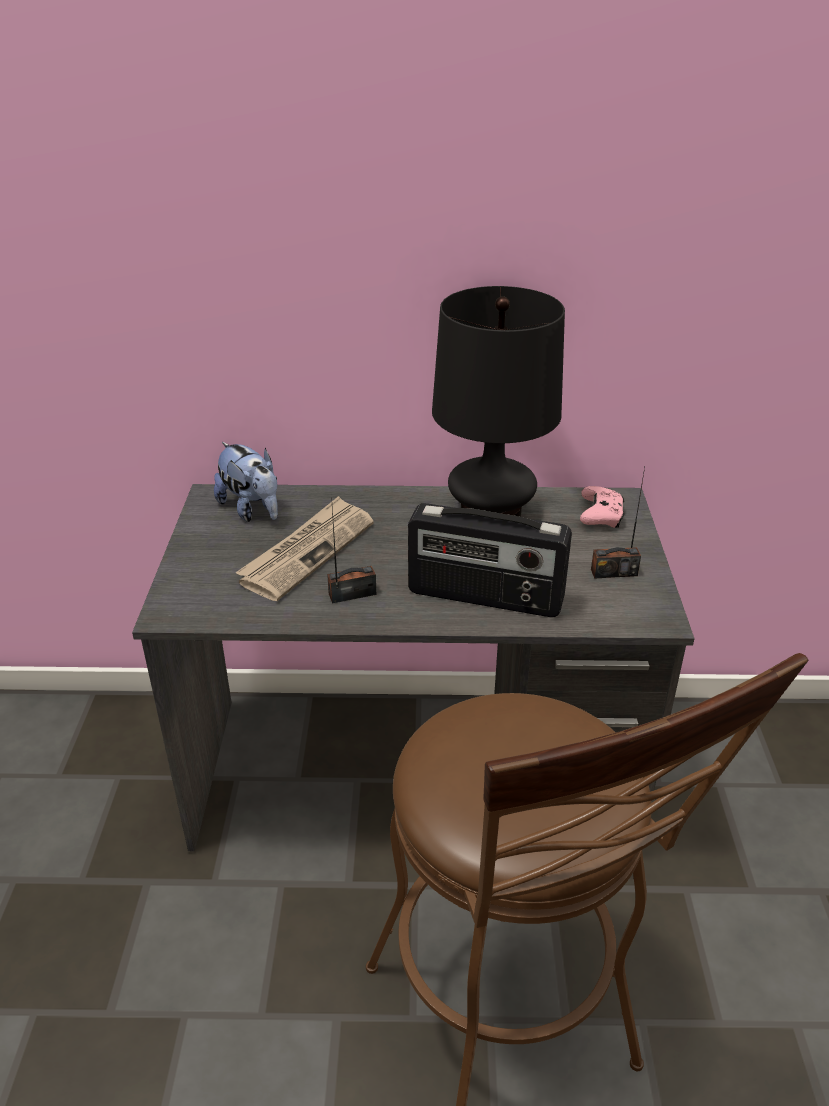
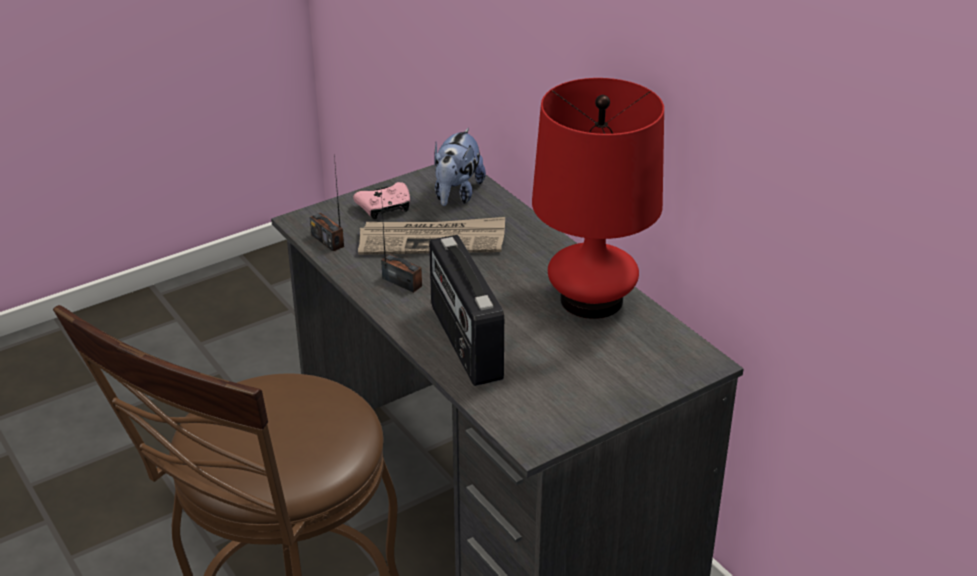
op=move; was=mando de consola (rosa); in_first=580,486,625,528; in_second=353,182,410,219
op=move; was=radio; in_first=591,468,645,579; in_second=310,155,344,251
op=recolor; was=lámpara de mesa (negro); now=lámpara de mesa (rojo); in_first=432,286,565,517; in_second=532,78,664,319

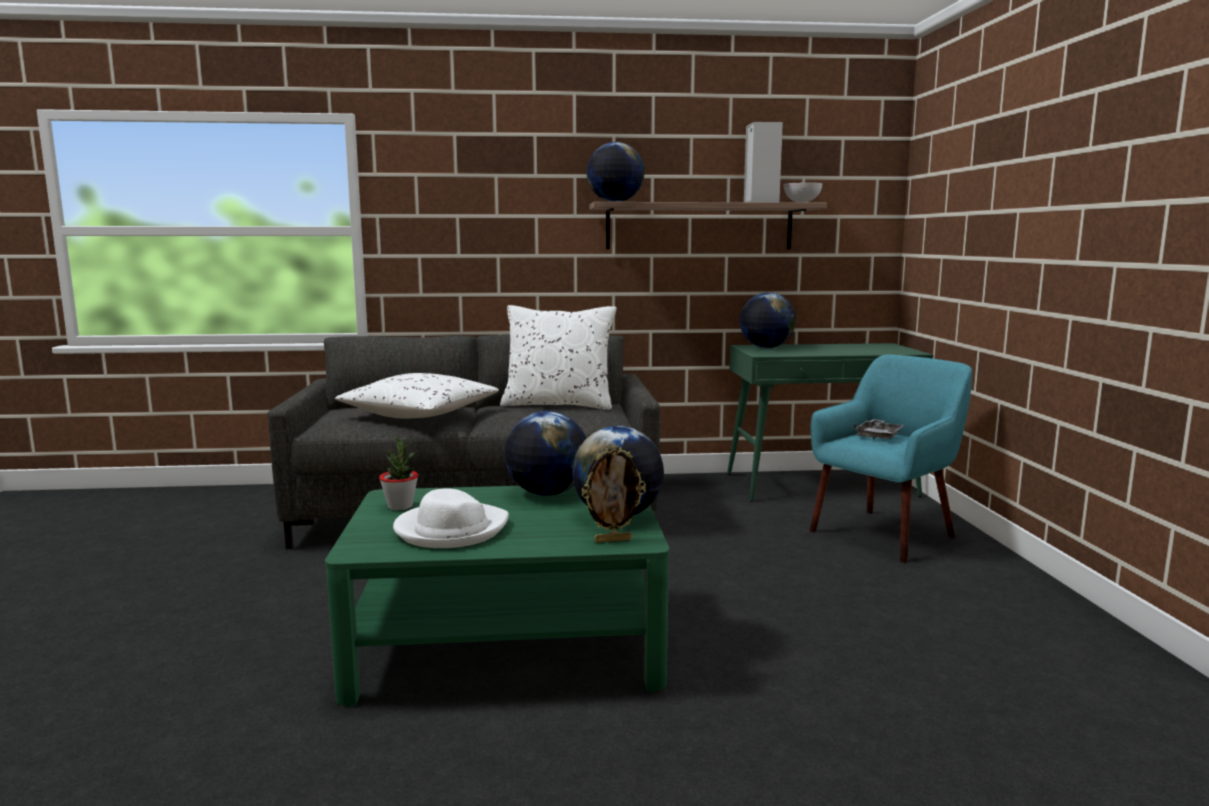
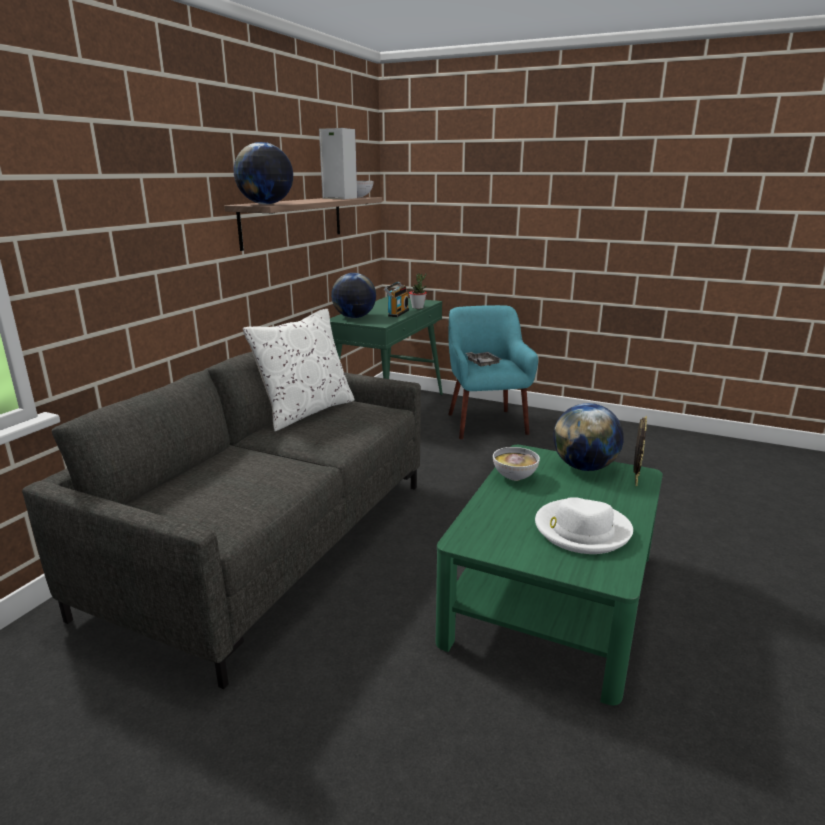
op=delete; was=cojín (blanco); in_first=335,373,499,419
op=insert; now=radio; in_second=384,282,409,317
op=move; was=planta en maceta; in_first=379,436,418,511; in_second=409,273,427,309
op=replace; was=globo terráqueo; now=cuenco; in_first=504,411,586,496; in_second=493,447,540,481

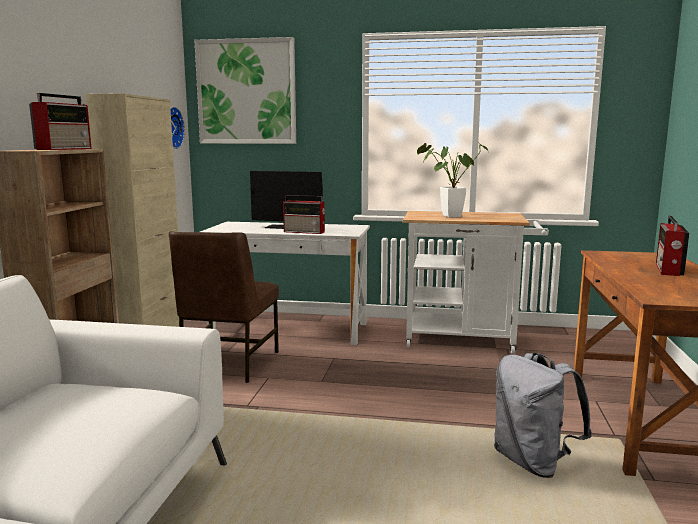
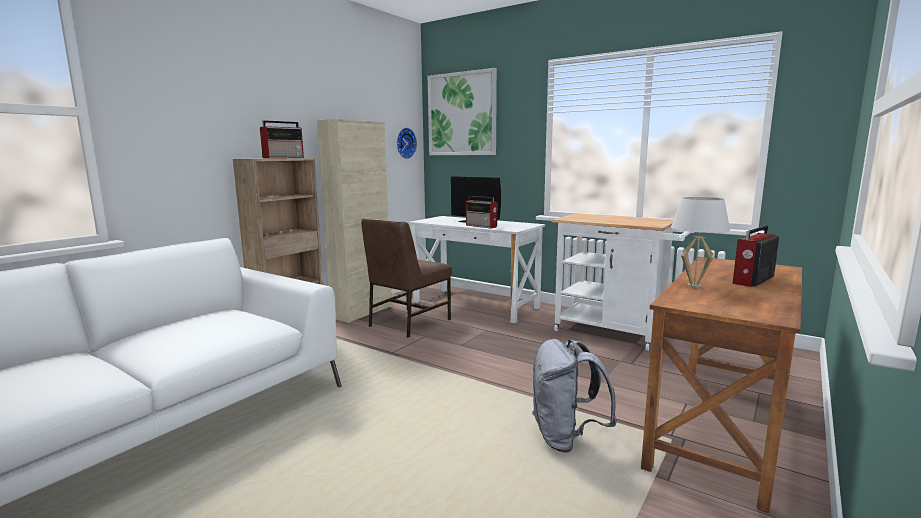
op=delete; was=planta en maceta; in_first=417,143,489,218
op=insert; now=lámpara de mesa (blanco); in_second=671,197,730,288

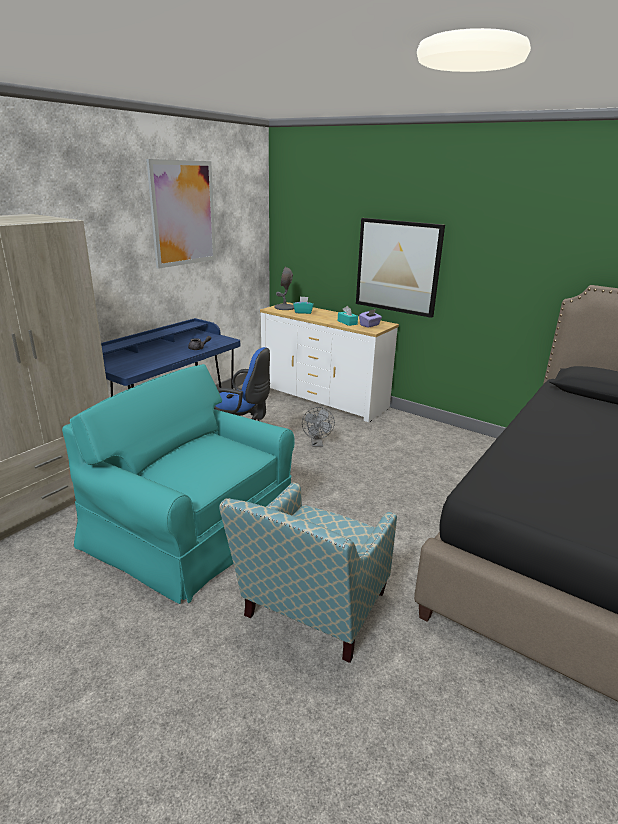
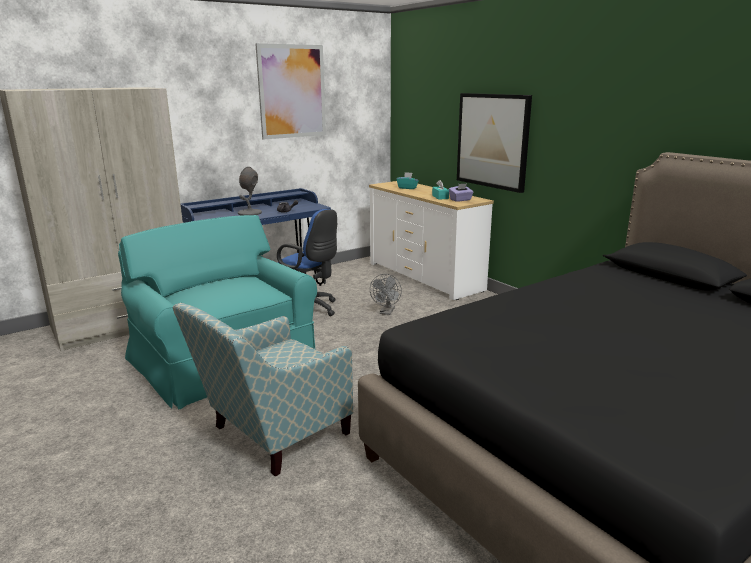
op=move; was=lámpara de mesa (gris); in_first=274,266,294,310; in_second=238,167,262,216

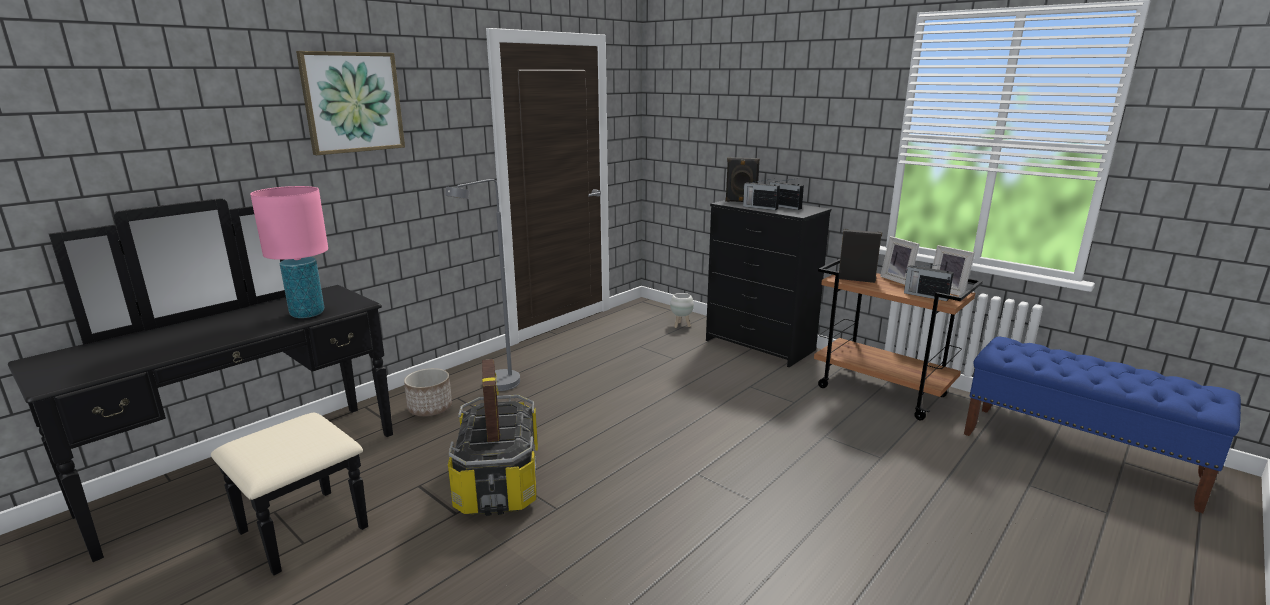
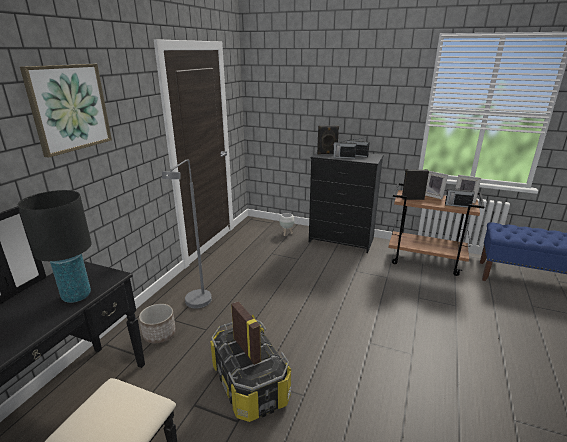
op=recolor; was=lámpara de mesa (rosa); now=lámpara de mesa (negro); in_first=250,186,328,318; in_second=18,190,92,303

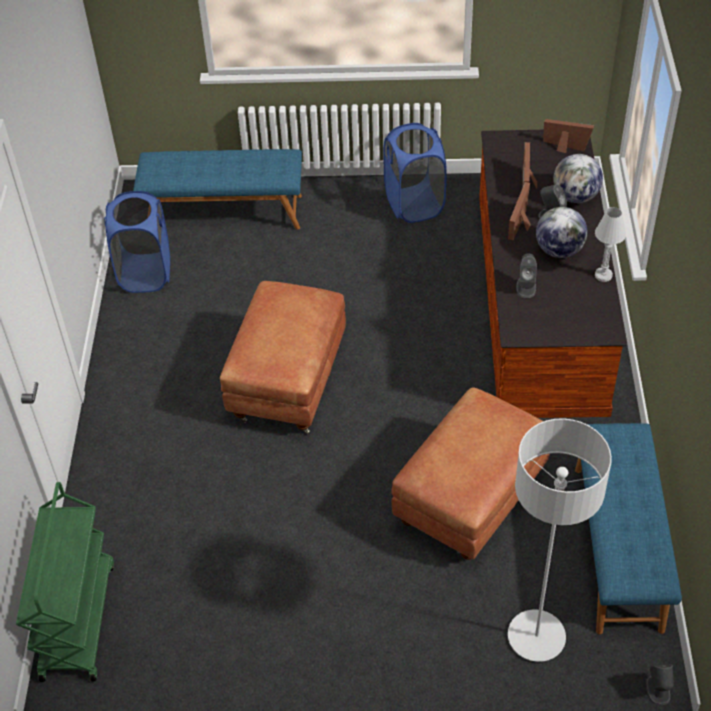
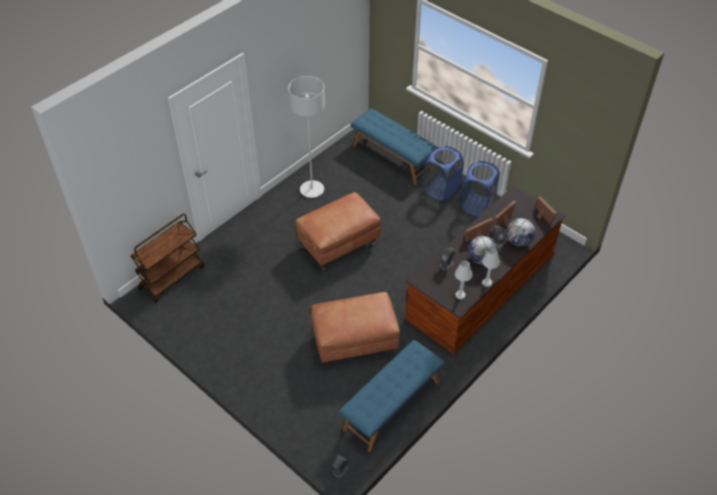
op=insert; now=lámpara de mesa (blanco); in_second=455,261,472,300
op=move; was=cesto de la ropa (azul); in_first=104,191,170,293; in_second=423,146,464,201
op=move; was=lámpara de pie (gris); in_first=508,418,612,662; in_second=288,76,325,198
op=recolor; was=carrito (verde); now=carrito (marrón); in_first=16,482,114,682; in_second=131,213,204,303

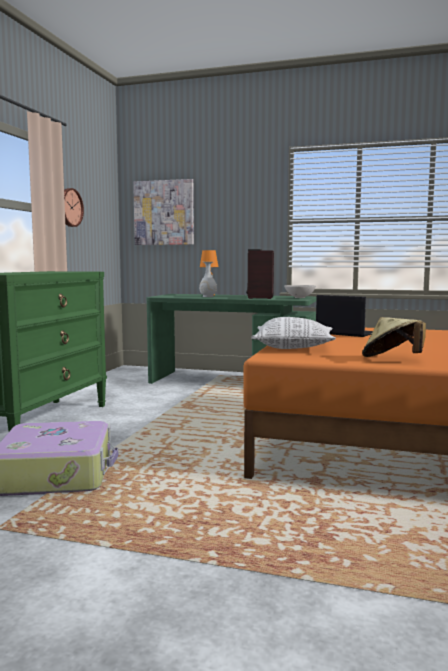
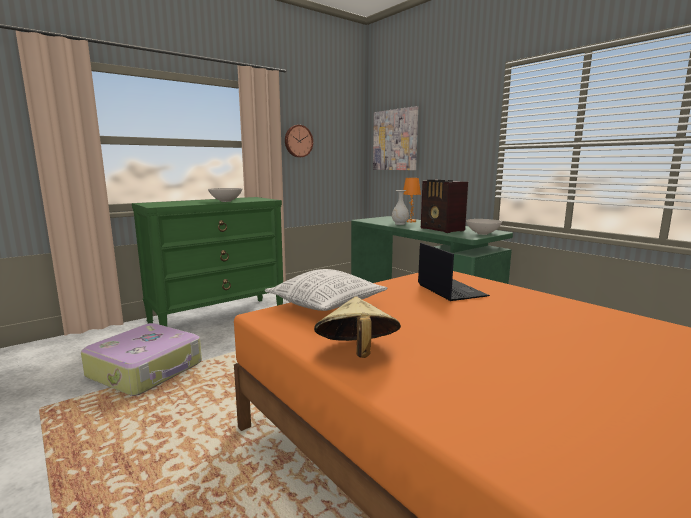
op=insert; now=cuenco (blanco); in_second=208,188,242,202
op=rotate; was=radio; in_first=246,249,274,299; in_second=421,180,468,233; clockwise=-75

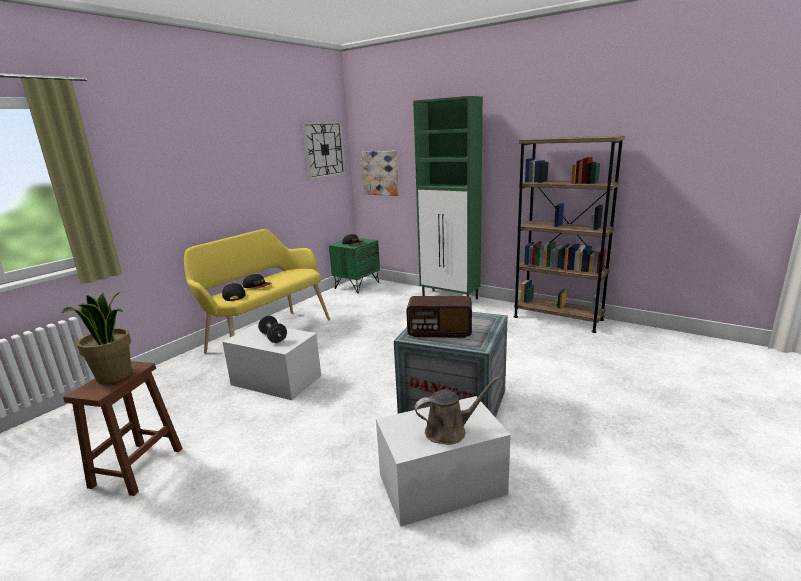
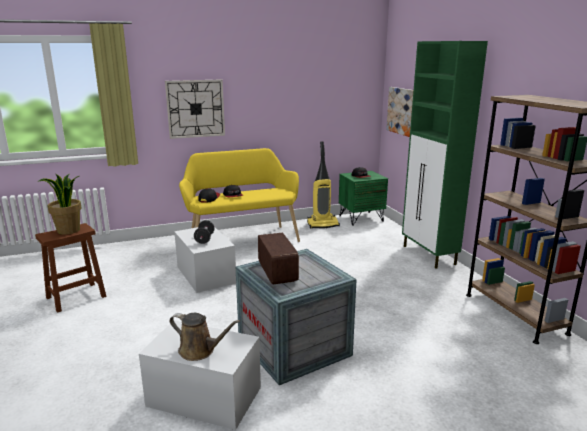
op=insert; now=aspiradora; in_second=307,141,340,228
op=move; was=reloj de pared; in_first=302,122,345,180; in_second=165,80,225,139
op=rotate; was=radio; in_first=406,296,472,338; in_second=258,233,299,284; clockwise=-150

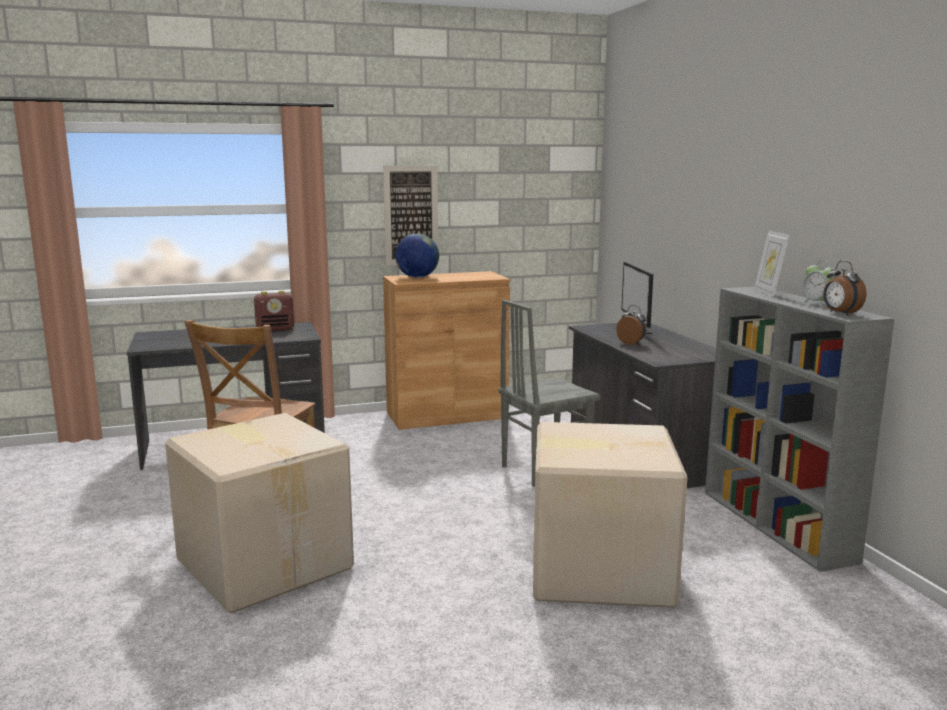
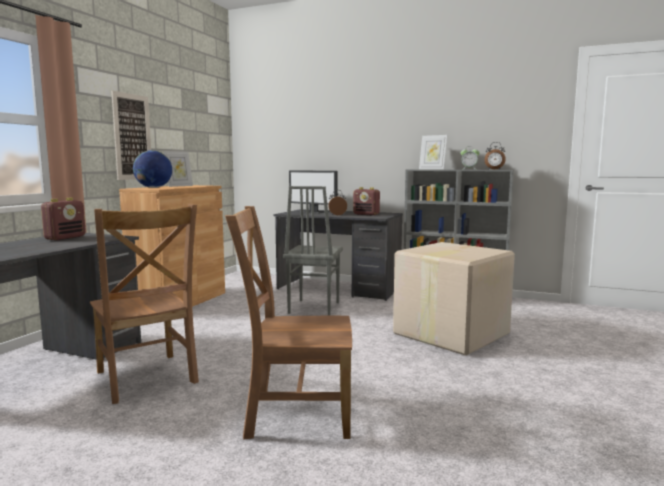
op=insert; now=portarretratos; in_second=164,151,193,187
op=insert; now=radio; in_second=353,187,380,215
op=replace; was=caja de cartón; now=silla (marrón); in_first=165,413,354,613; in_second=225,206,352,439

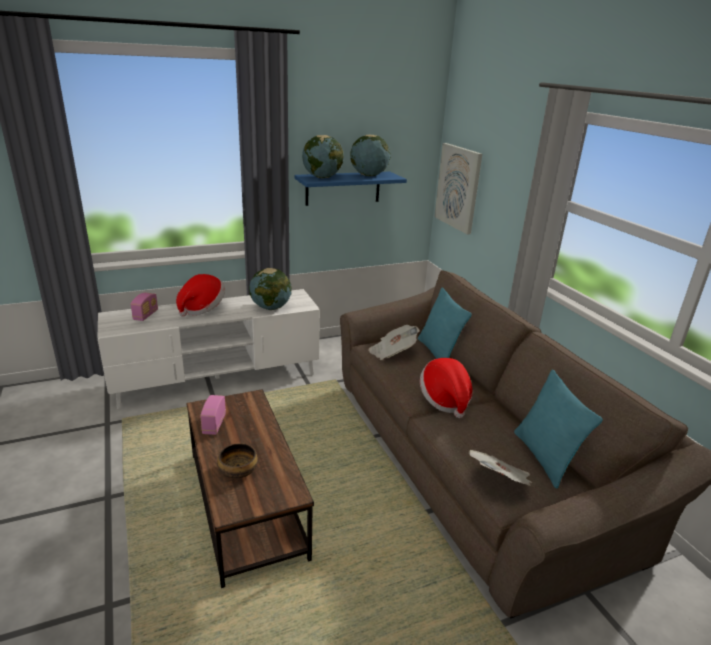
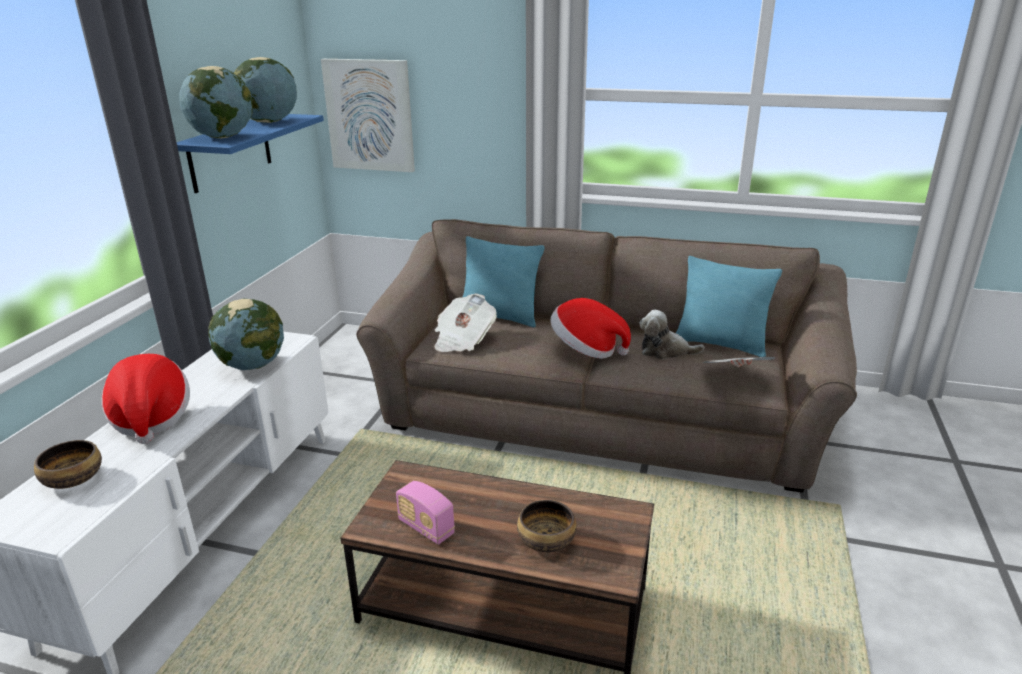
op=insert; now=peluche; in_second=639,310,705,359
op=replace; was=radio; now=cuenco; in_first=131,293,158,321; in_second=34,440,102,489

